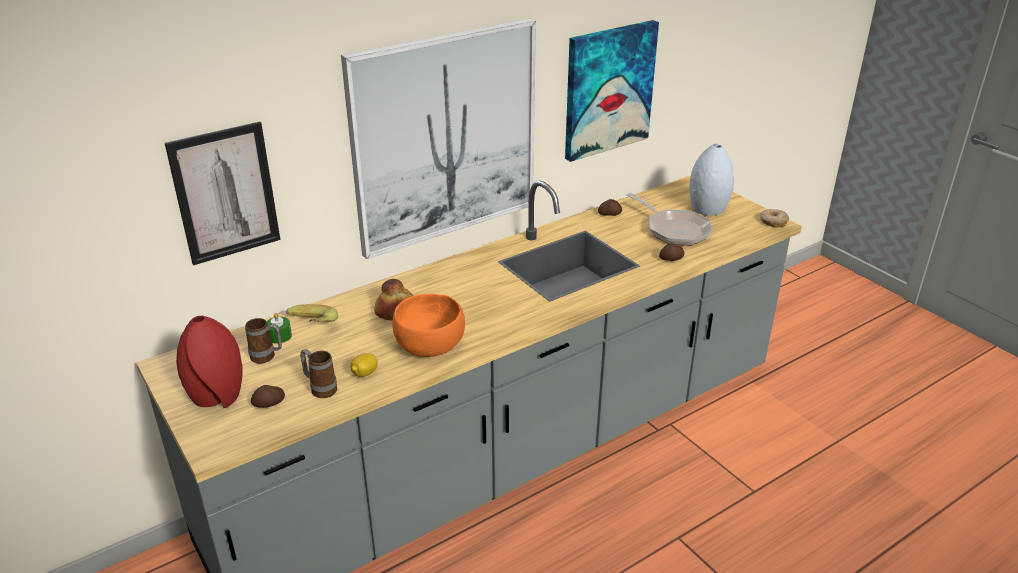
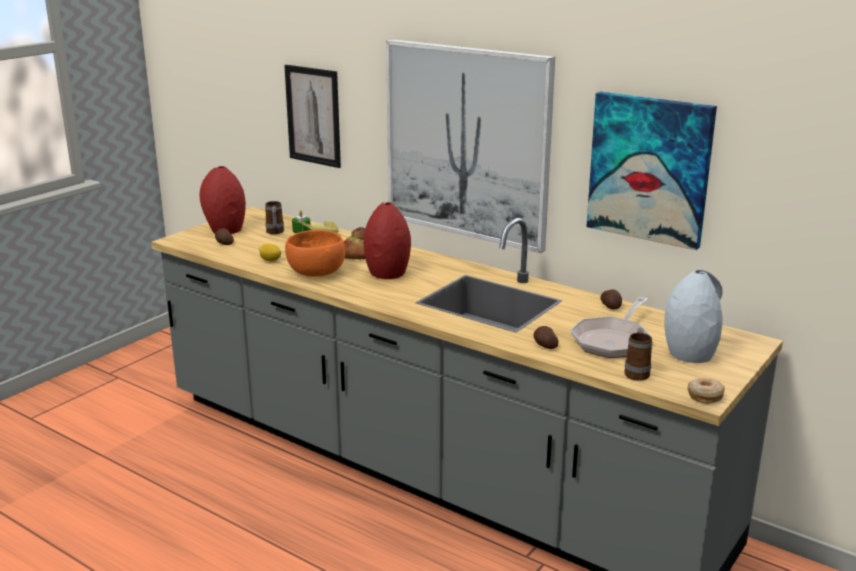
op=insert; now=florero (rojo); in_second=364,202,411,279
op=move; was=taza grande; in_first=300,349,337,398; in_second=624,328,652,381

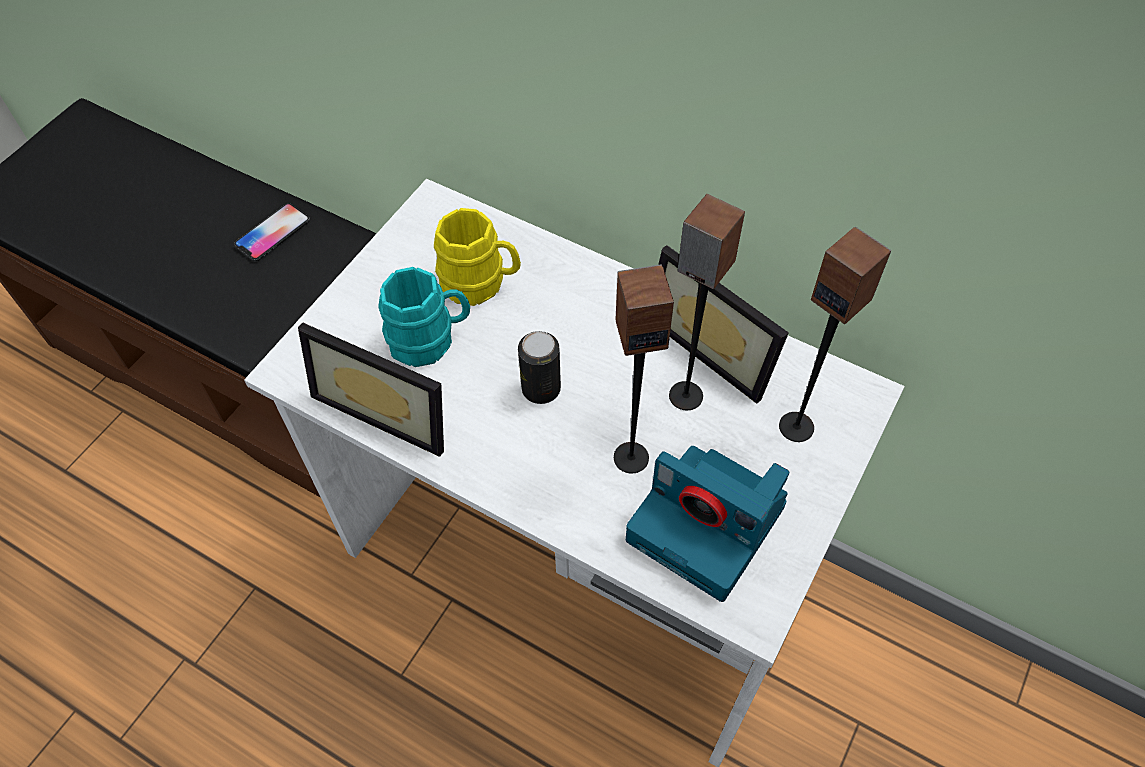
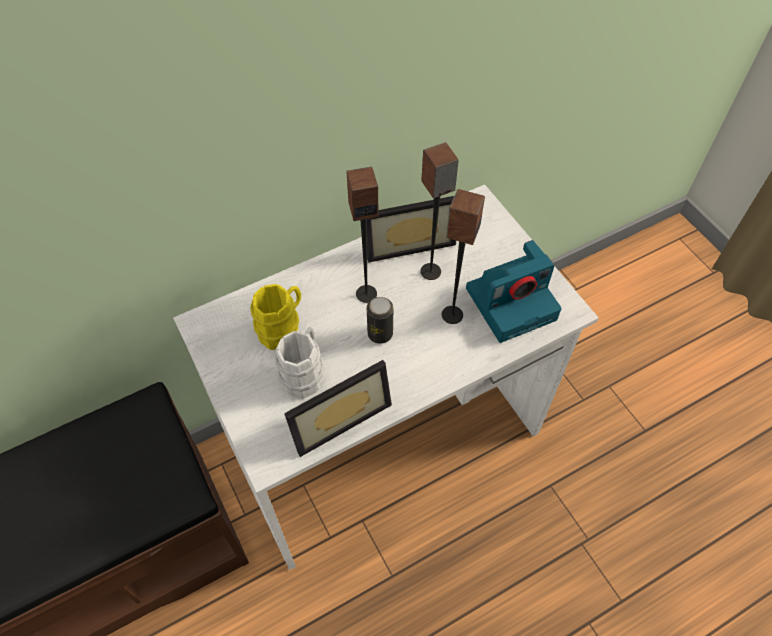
op=delete; was=móvil; in_first=234,203,310,261
op=move; was=altavoz; in_first=779,226,892,442; in_second=347,166,379,303
op=recolor; was=taza grande (turquesa); now=taza grande (blanco); in_first=378,267,470,367; in_second=274,327,324,399

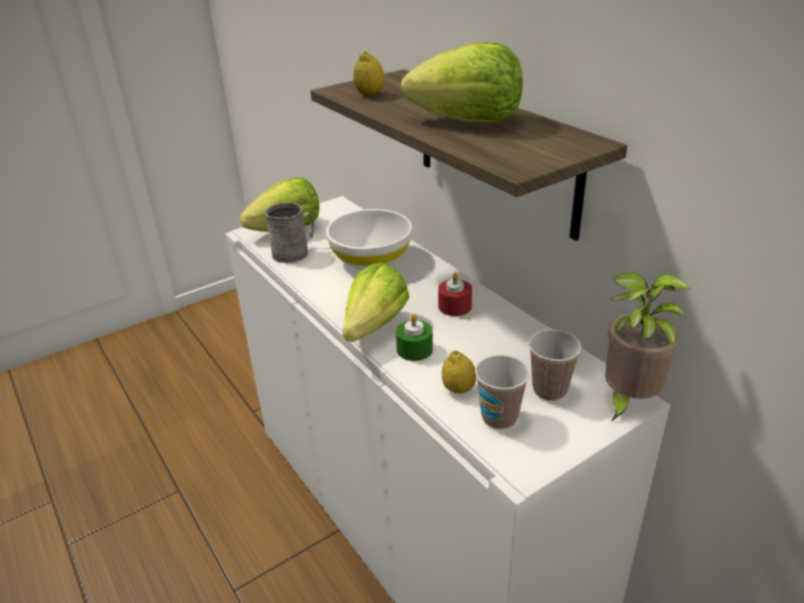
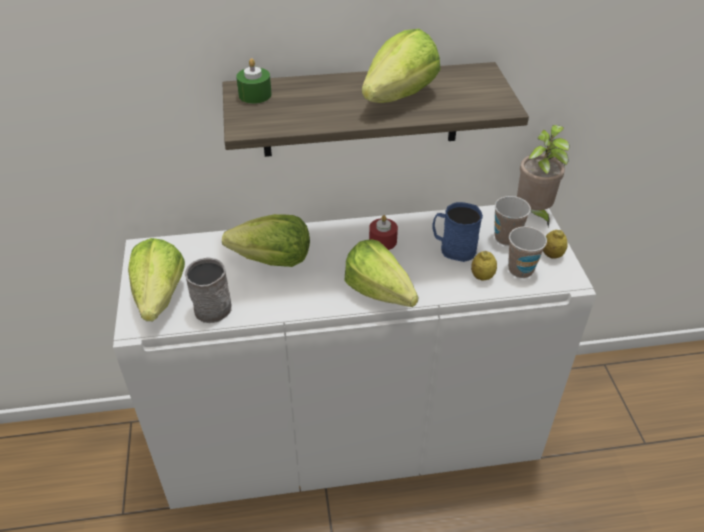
op=insert; now=taza grande (azul); in_second=432,202,483,262
op=move; was=limón; in_first=353,52,385,96; in_second=543,230,568,259
op=move; was=vela (verde); in_first=396,313,433,361; in_second=236,58,272,104
op=replace; was=cuenco (blanco); now=lechuga; in_first=326,209,412,270; in_second=222,214,310,267

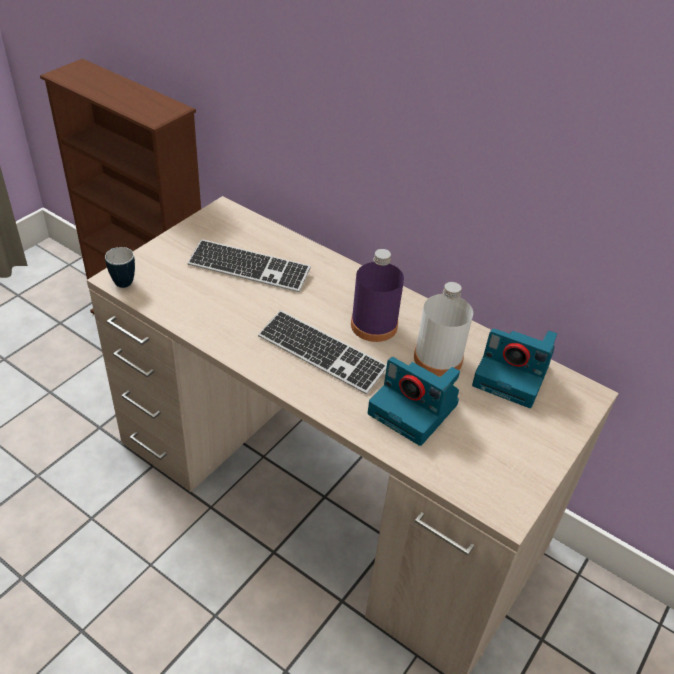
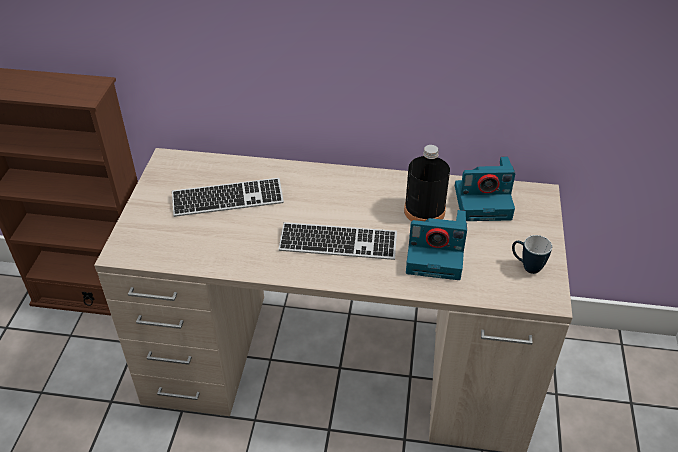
op=delete; was=botella (morado); in_first=351,249,404,342
op=move; was=taza grande; in_first=105,247,135,288; in_second=512,235,552,274
op=recolor; was=botella (blanco); now=botella (negro); in_first=414,282,473,377; in_second=404,145,450,221

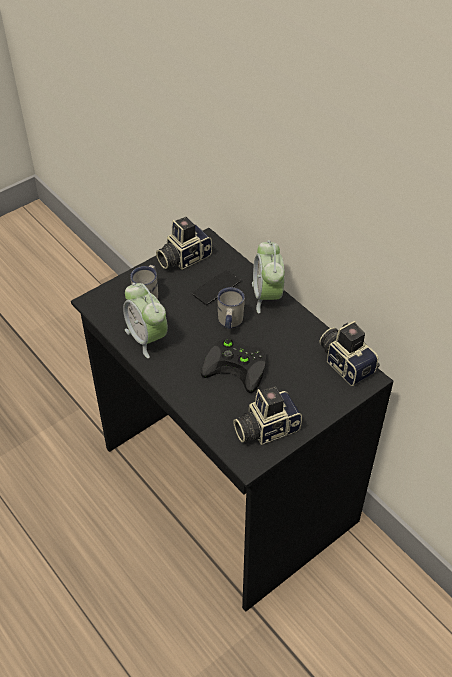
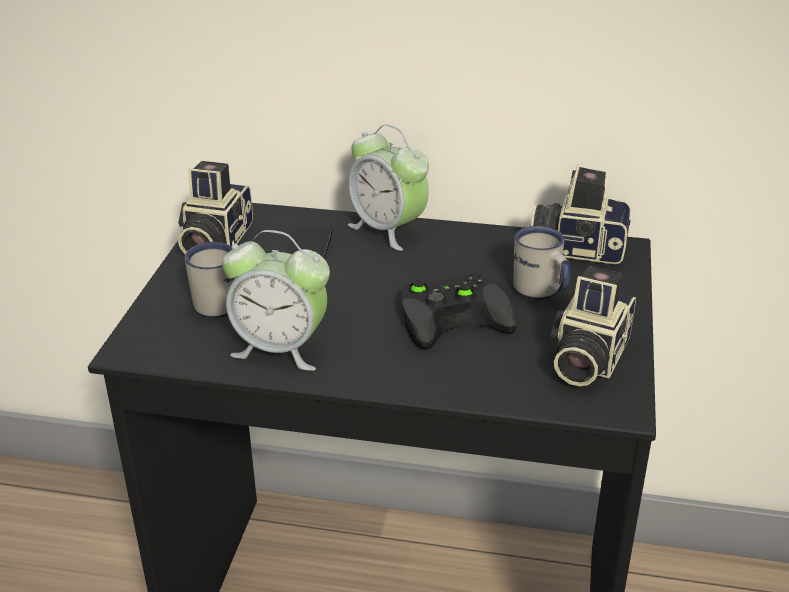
op=move; was=taza grande (blanco); in_first=217,287,245,329; in_second=513,226,572,300

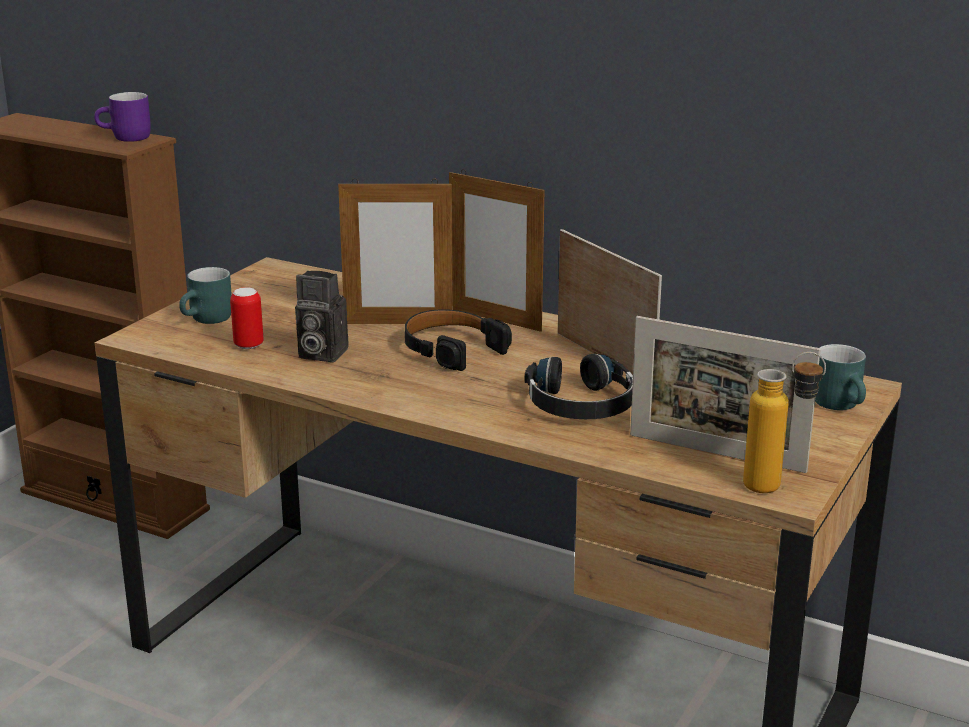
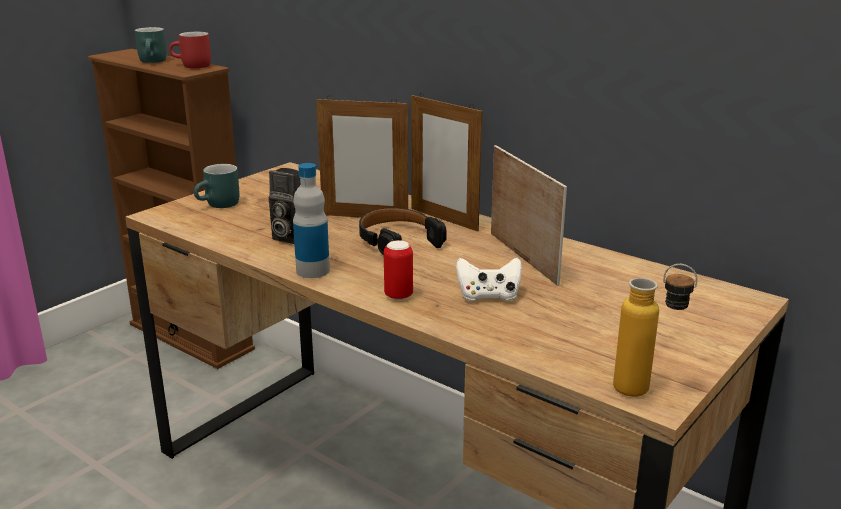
op=delete; was=portarretratos; in_first=630,316,821,473
op=insert; now=botella; in_second=293,163,330,278
op=move; was=lata; in_first=230,287,264,349; in_second=384,240,413,300
op=move; was=taza grande (turquesa); in_first=815,344,866,410; in_second=135,27,166,63
op=replace; was=auriculares (negro); now=mando de consola (blanco); in_first=525,354,633,419; in_second=456,257,522,301
op=recolor; was=taza grande (morado); now=taza grande (rojo); in_first=94,92,151,142; in_second=169,32,211,68

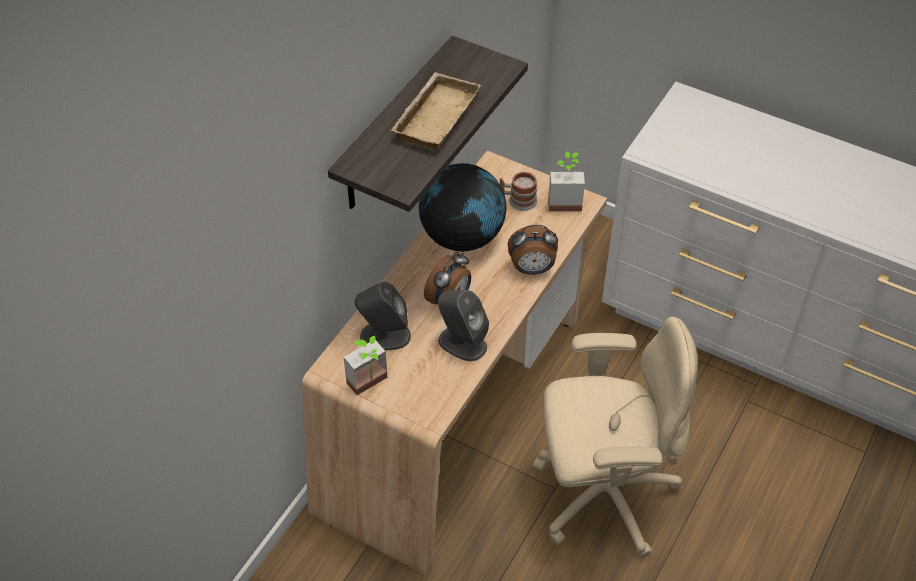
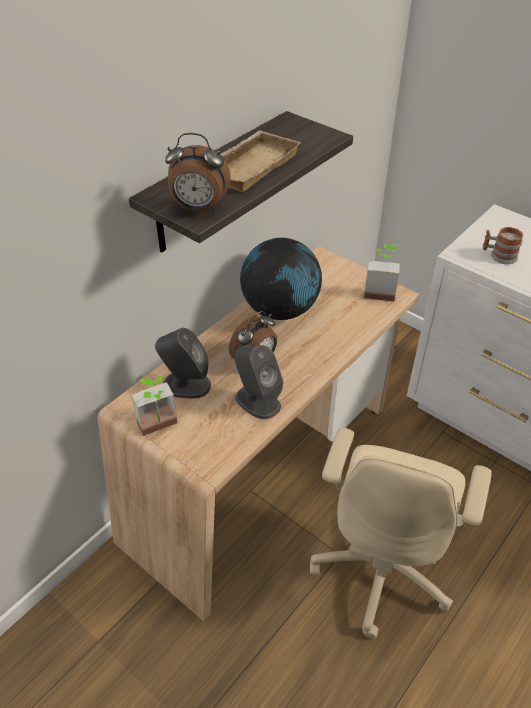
op=move; was=taza grande; in_first=499,172,537,211; in_second=483,227,523,264
op=move; was=despertador; in_first=508,225,558,275; in_second=165,133,231,212
op=rotate; was=silla de oficina (beis); in_first=533,317,698,558; in_second=310,428,492,639; clockwise=105

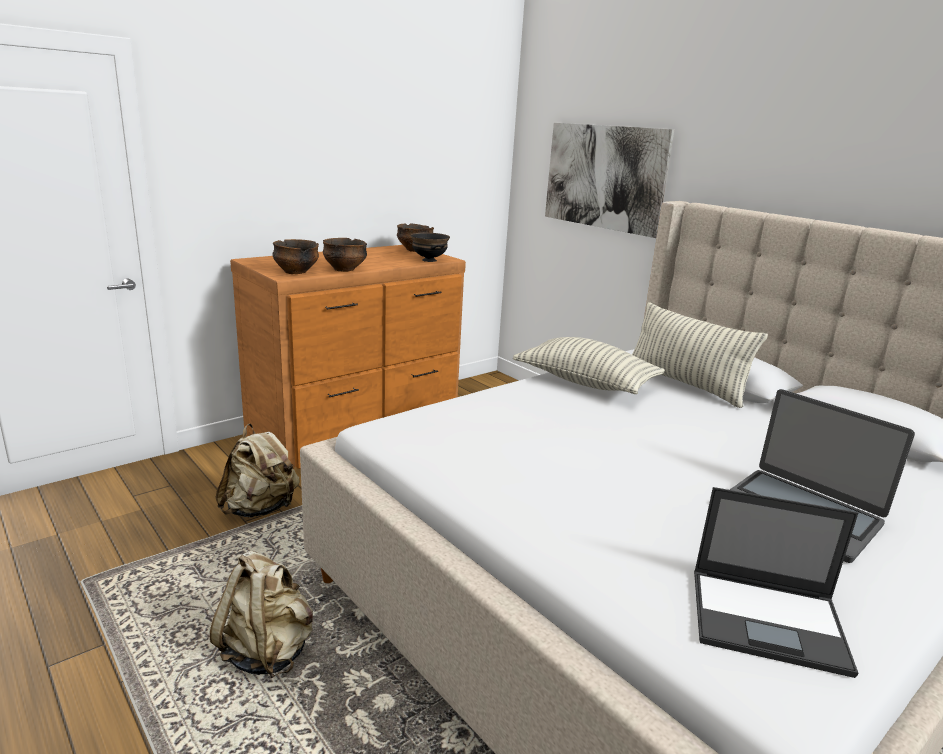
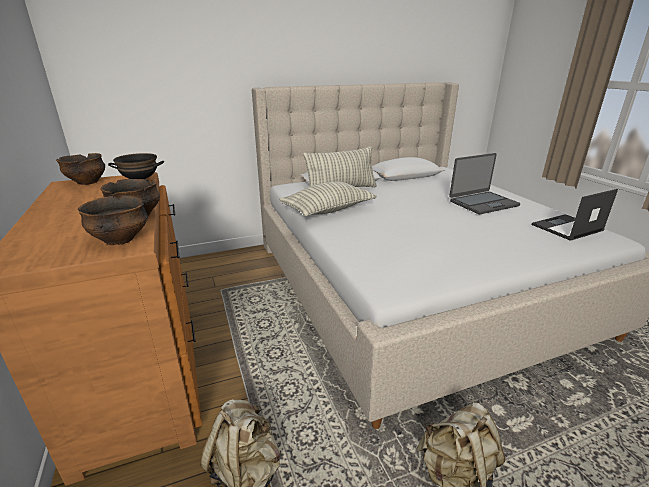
op=delete; was=cuadro; in_first=545,123,674,238
op=rotate; was=portátil; in_first=694,487,858,678; in_second=532,189,618,241; clockwise=-150

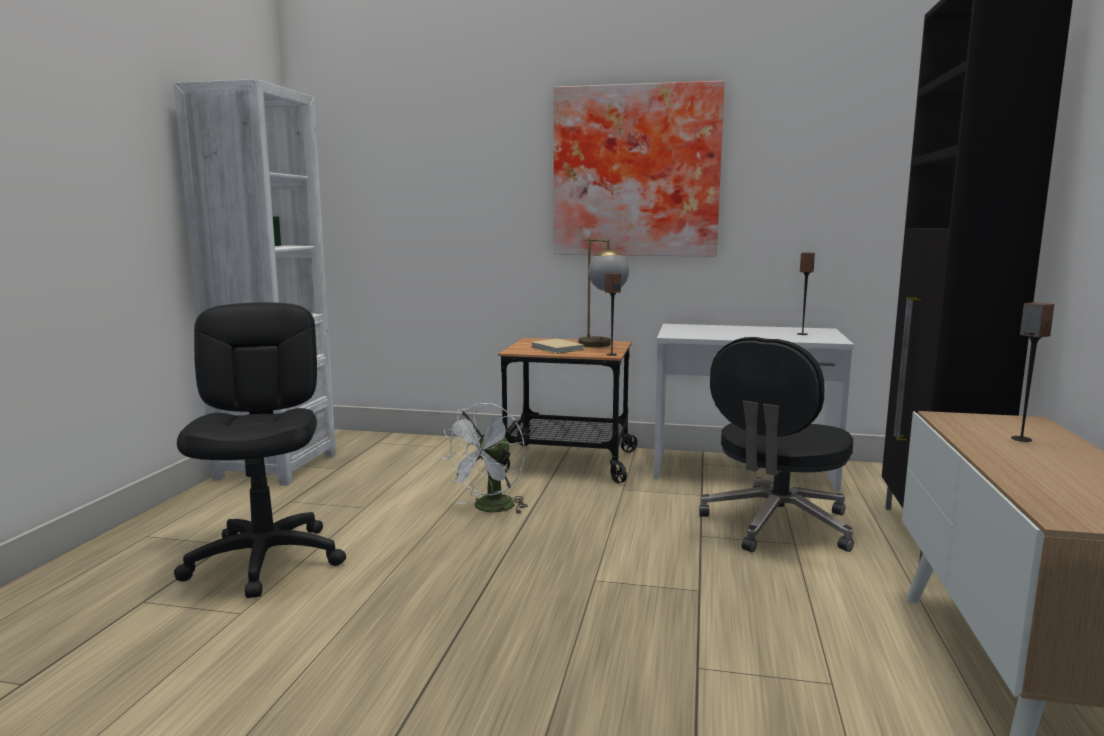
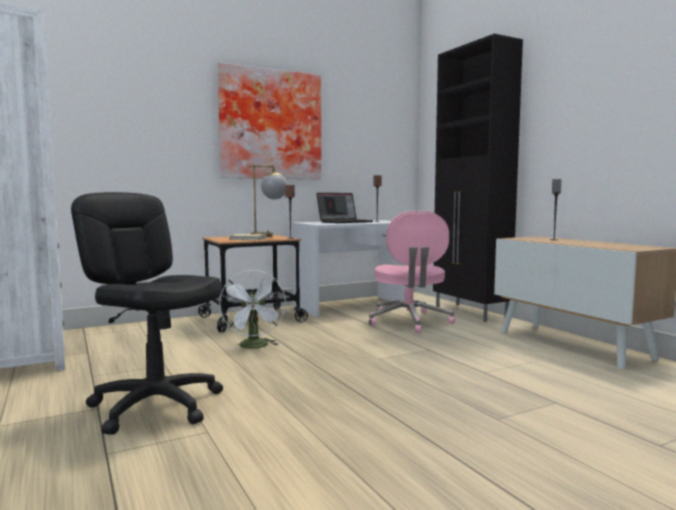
op=insert; now=portátil; in_second=316,193,374,223
op=recolor; was=silla de oficina (negro); now=silla de oficina (rosa); in_first=699,337,854,552; in_second=368,211,455,333

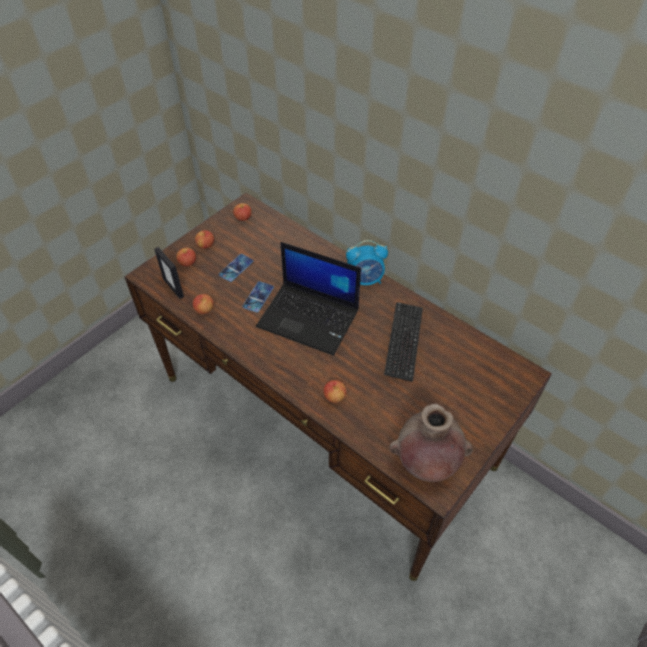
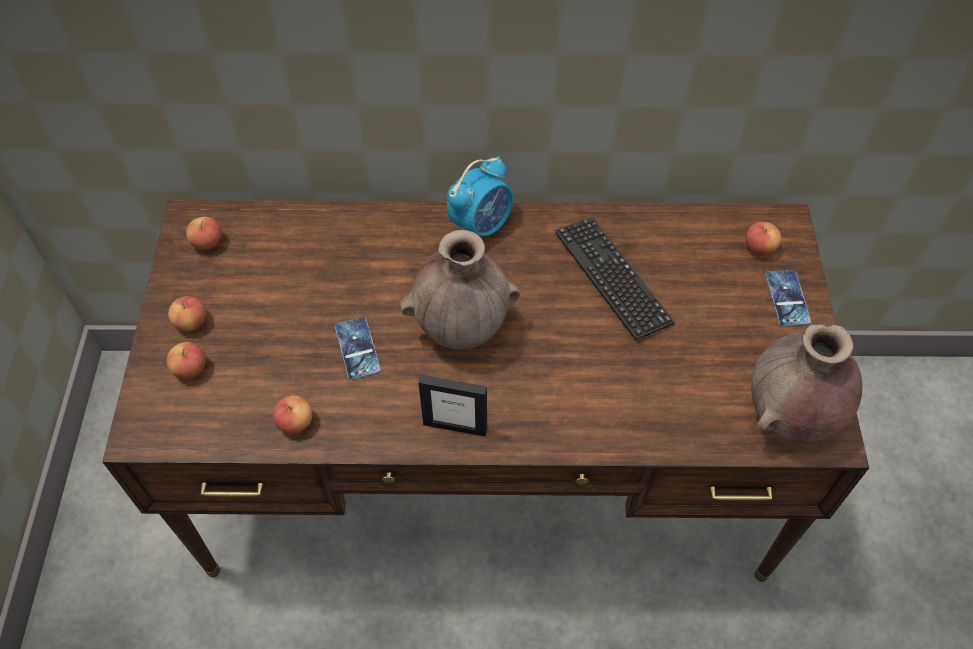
op=move; was=portarretratos; in_first=154,247,184,299; in_second=418,375,487,436
op=move; was=móvil; in_first=218,254,254,282; in_second=765,270,811,326
op=move; was=manzana; in_first=323,380,346,403; in_second=746,222,781,255
op=replace; was=portátil; now=florero (marrón); in_first=256,242,361,356; in_second=400,230,520,350

